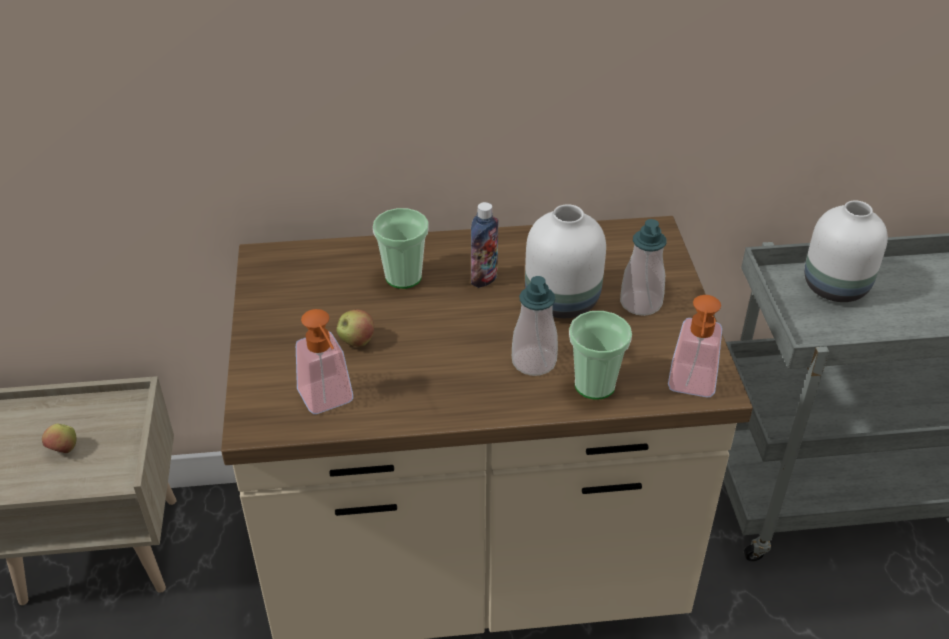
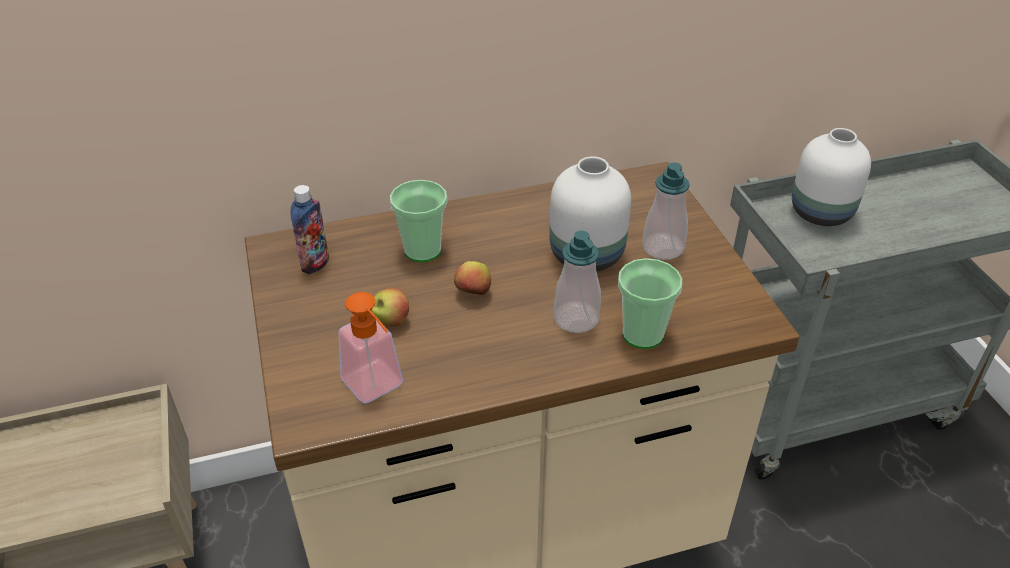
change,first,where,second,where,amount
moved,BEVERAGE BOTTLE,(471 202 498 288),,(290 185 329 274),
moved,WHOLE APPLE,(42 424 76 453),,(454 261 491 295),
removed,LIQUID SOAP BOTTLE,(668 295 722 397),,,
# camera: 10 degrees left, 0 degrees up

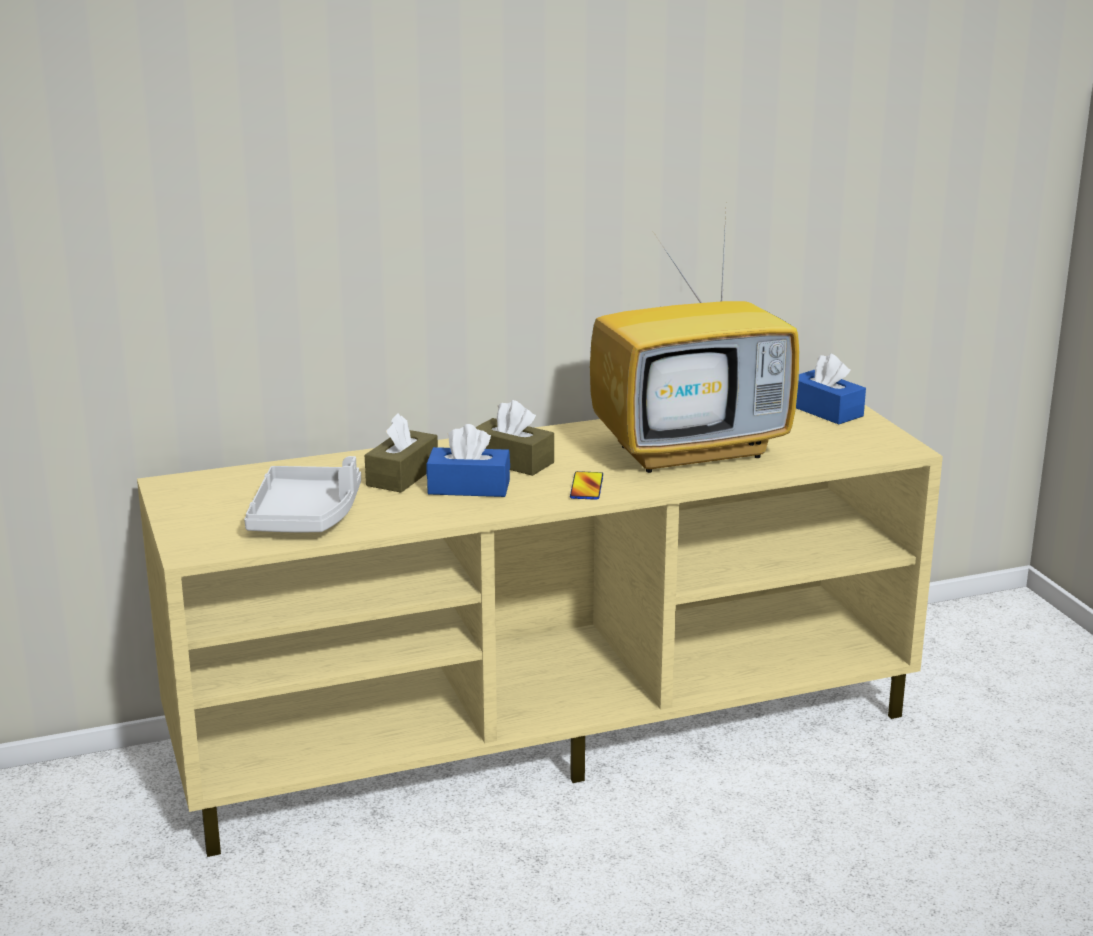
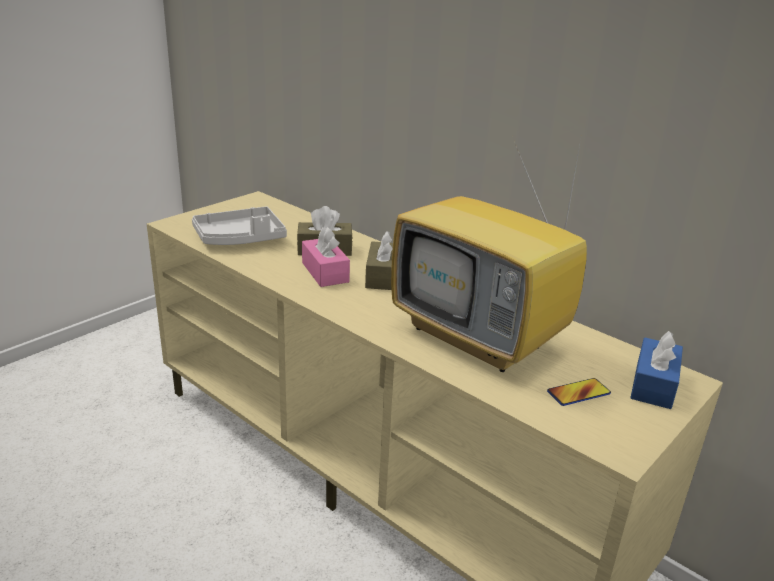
change,first,where,second,where,amount
recoloured,BLUE BOX OF TISSUES,(427 424 510 497),PINKISH BOX OF TISSUES,(302 227 350 287),
moved,HANDSET,(570 471 603 500),,(547 378 611 406),
# camera: 60 degrees right, 5 degrees up

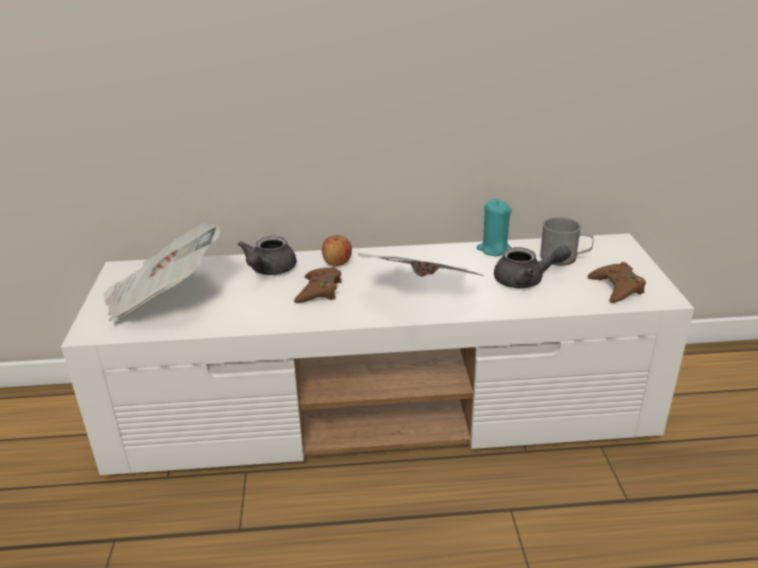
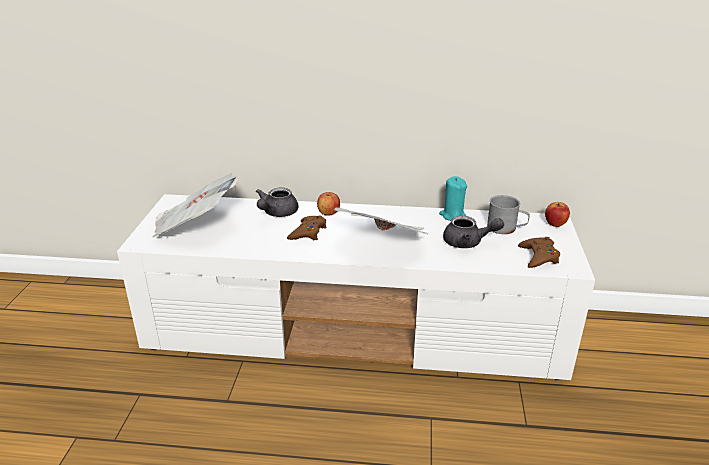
change,first,where,second,where,amount
added,,,WHOLE APPLE,(545 202 570 227),
# camera: 10 degrees right, 0 degrees up

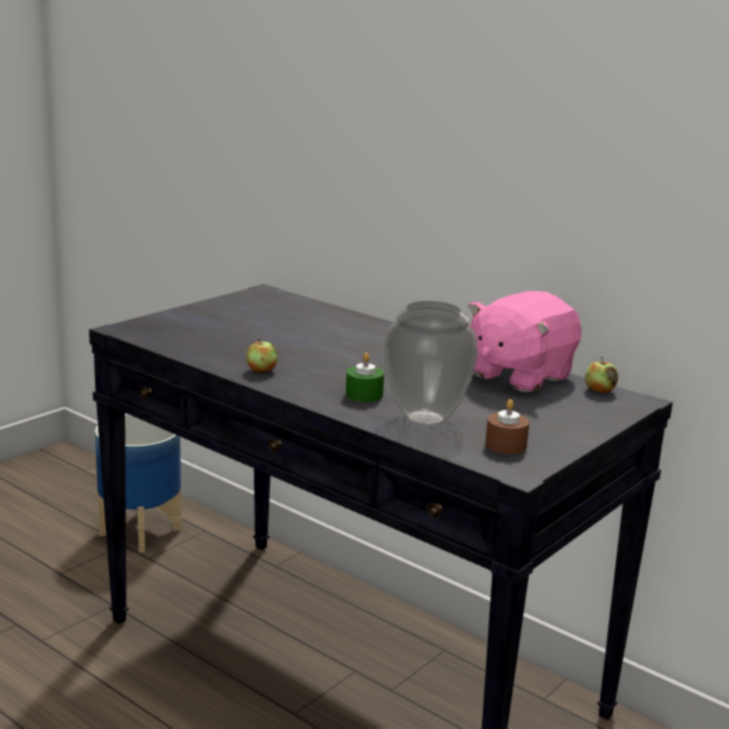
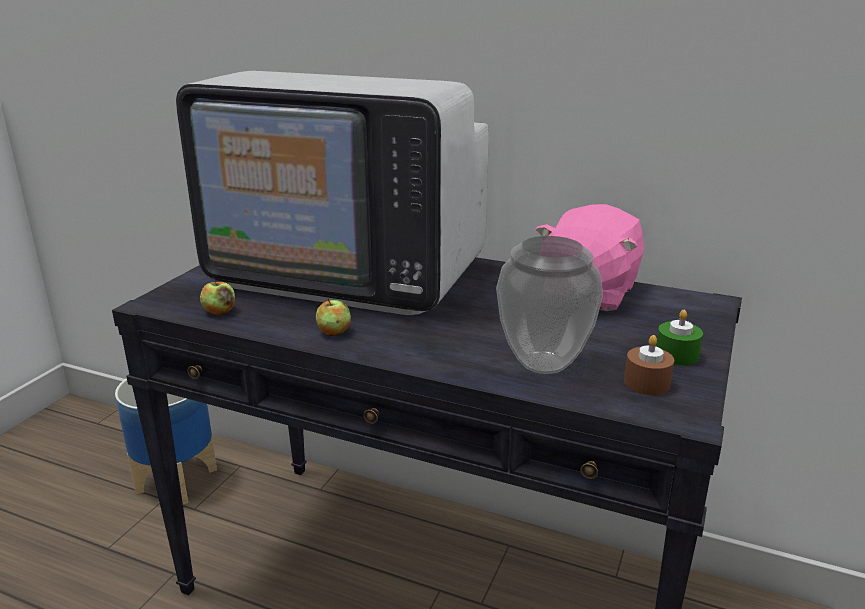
change,first,where,second,where,amount
added,,,TV,(176 71 489 315),
moved,WHOLE APPLE,(585 357 618 393),,(200 278 235 315),
moved,GREEN WAX LIGHT,(346 353 384 402),,(656 310 703 366),
# camera: 15 degrees left, 5 degrees up

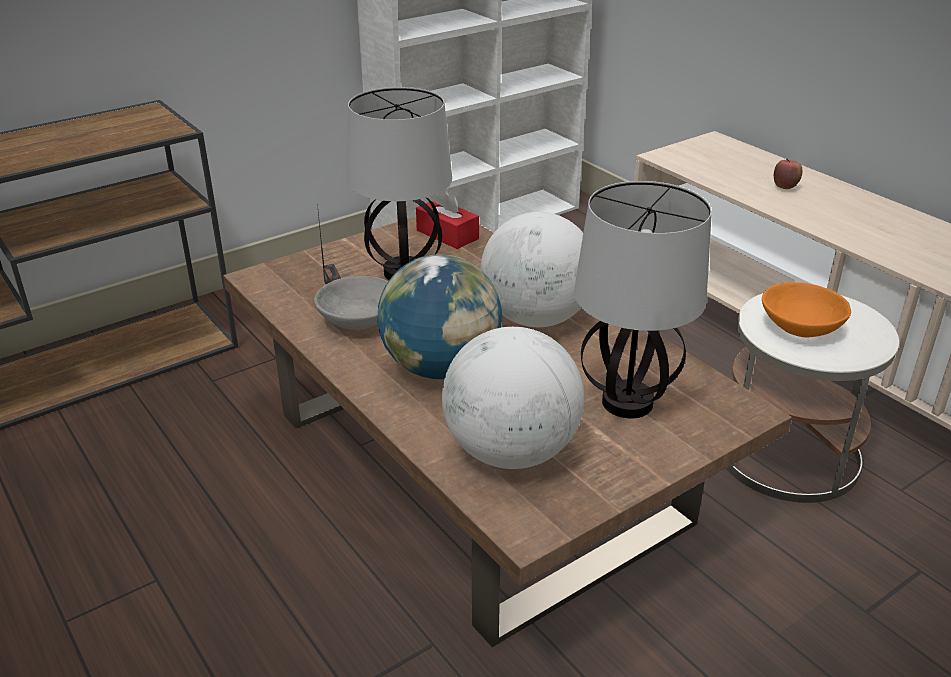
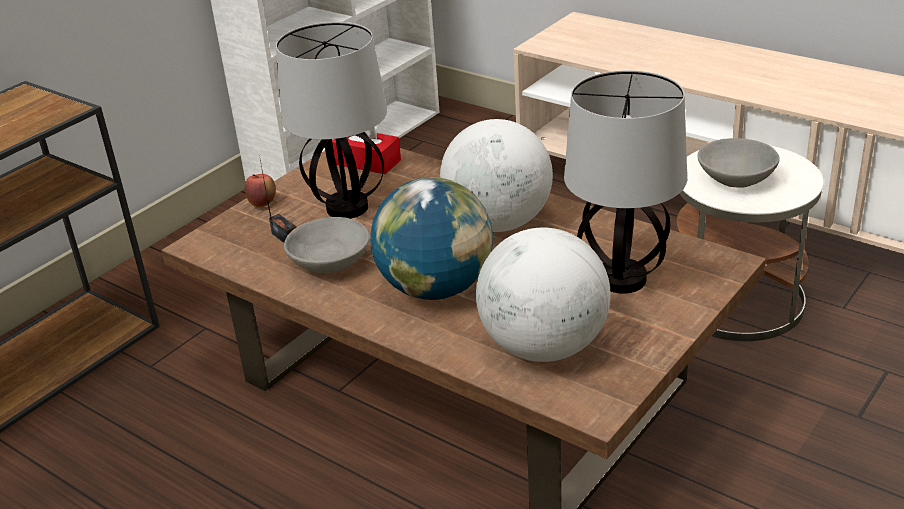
change,first,where,second,where,amount
moved,WHOLE APPLE,(774 159 802 189),,(245 174 276 207),
recoloured,ORANGEY BOWL,(762 282 851 338),GREYISH BOWL,(697 138 780 188),
# camera: 15 degrees left, 0 degrees up

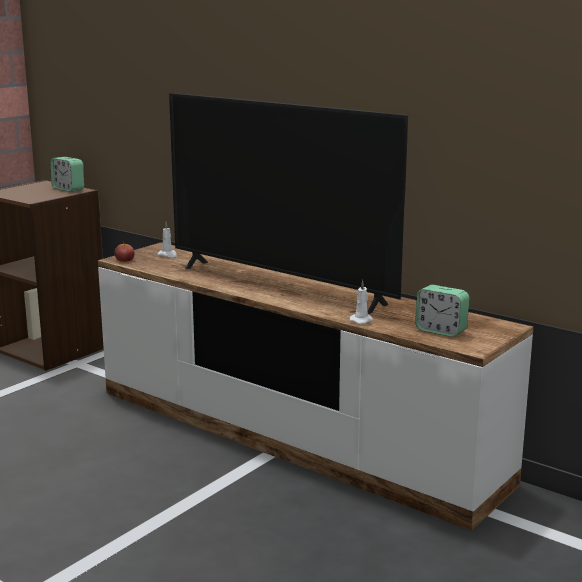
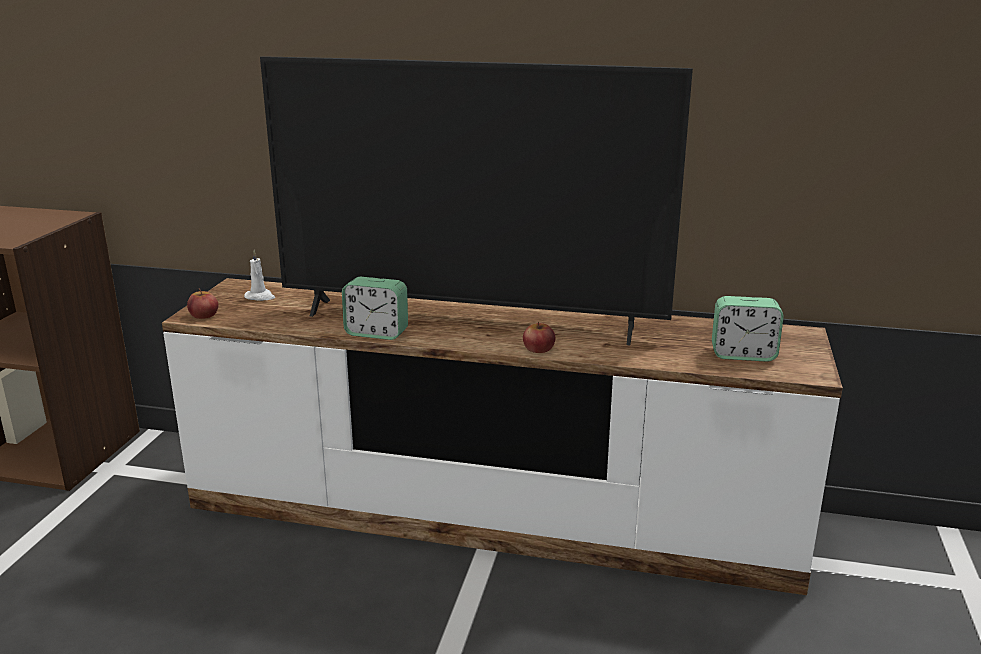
change,first,where,second,where,amount
moved,BEDSIDE CLOCK,(50 157 84 192),,(342 277 408 340),
added,,,WHOLE APPLE,(523 322 555 353),
removed,WHITE WAX LIGHT,(349 280 373 324),,,
# camera: 25 degrees left, 5 degrees up

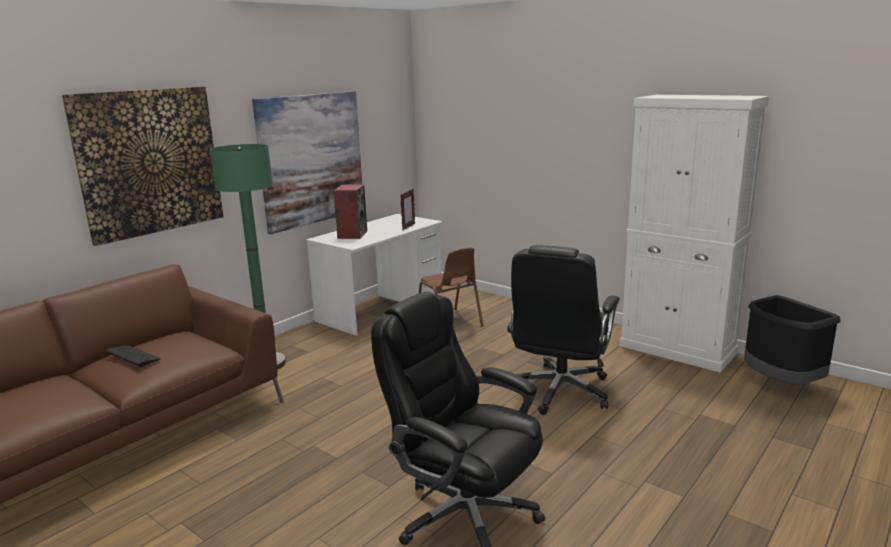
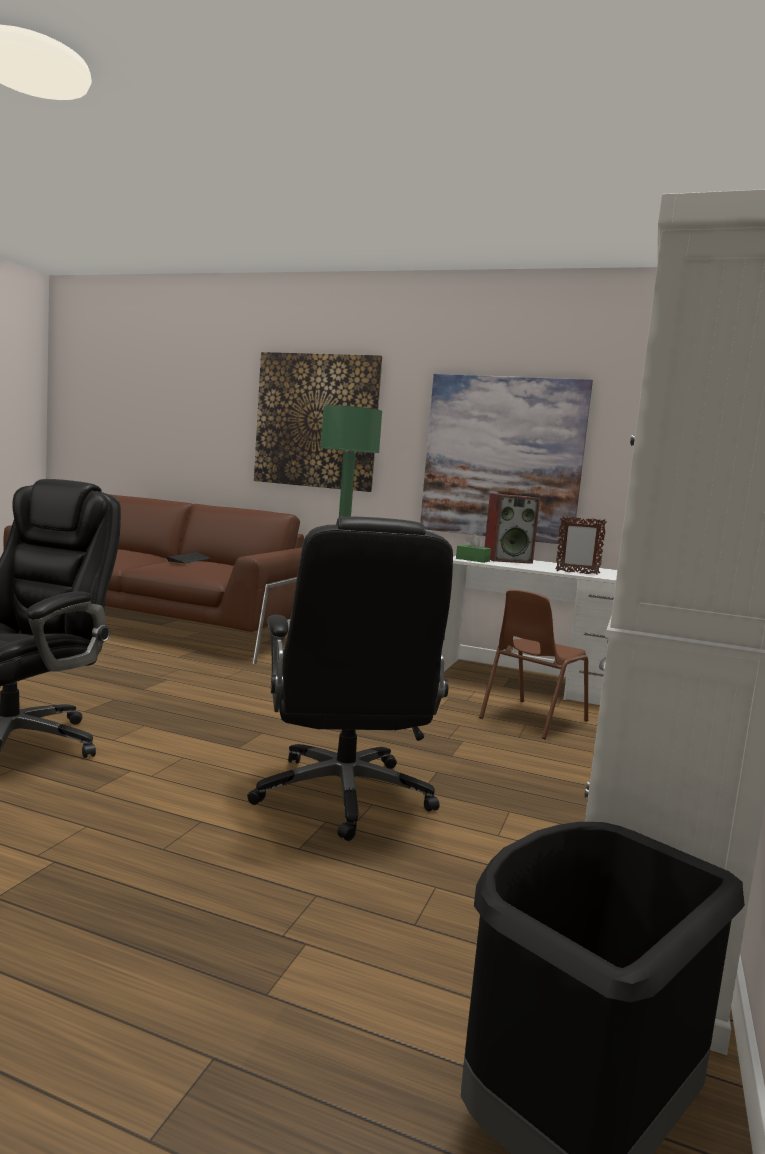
change,first,where,second,where,amount
turned,BLACK OFFICE CHAIR,(508 245 620 415),,(247 517 453 841),105 degrees counterclockwise
added,,,GREEN BOX OF TISSUES,(456 534 491 563),
# camera: 70 degrees right, 10 degrees down

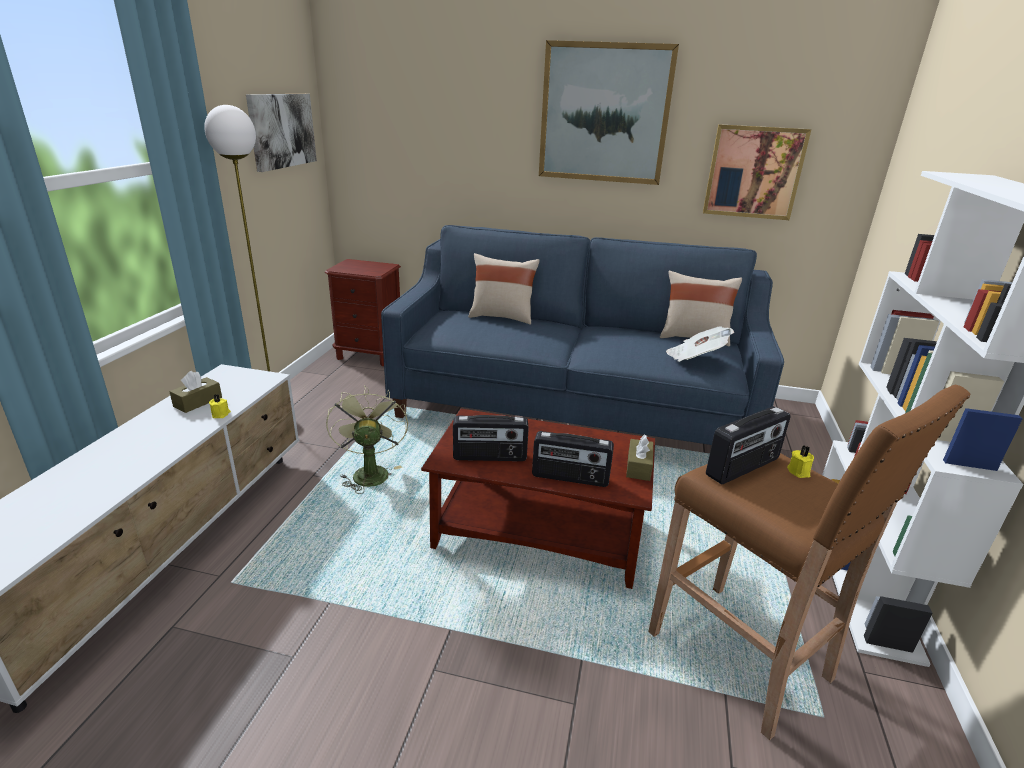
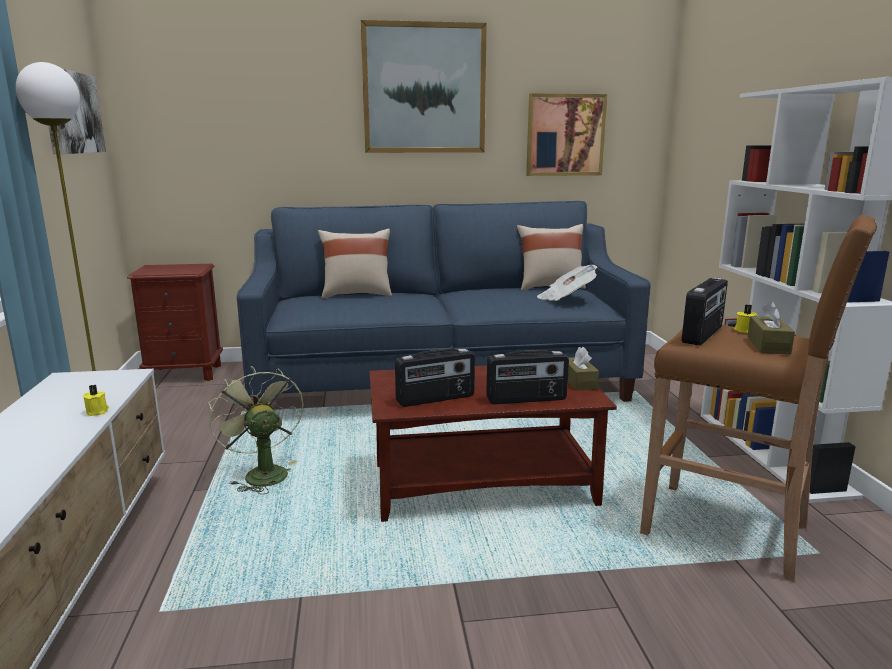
change,first,where,second,where,amount
moved,BROWN BOX OF TISSUES,(170 371 222 413),,(747 301 795 355),
# camera: 20 degrees left, 10 degrees down

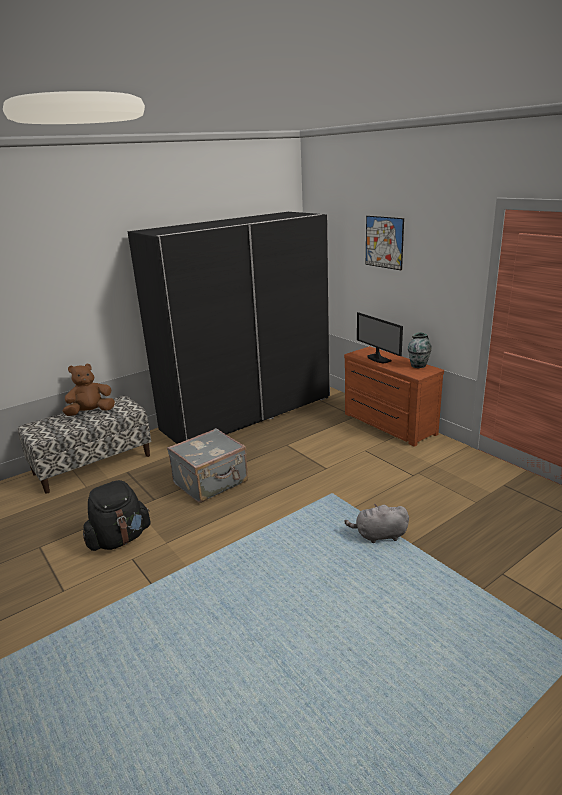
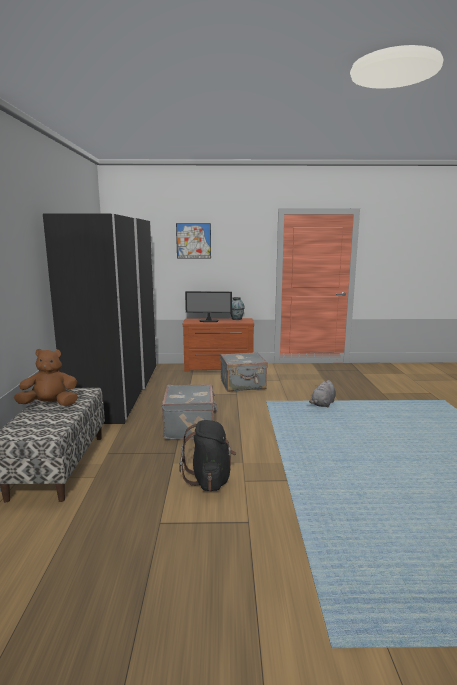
change,first,where,second,where,amount
turned,BROWN CUDDLY TOY,(63 363 115 416),,(14 349 78 406),75 degrees clockwise
added,,,GREYISH TRAVEL CASE,(220 352 268 392),
# camera: 55 degrees left, 10 degrees down

